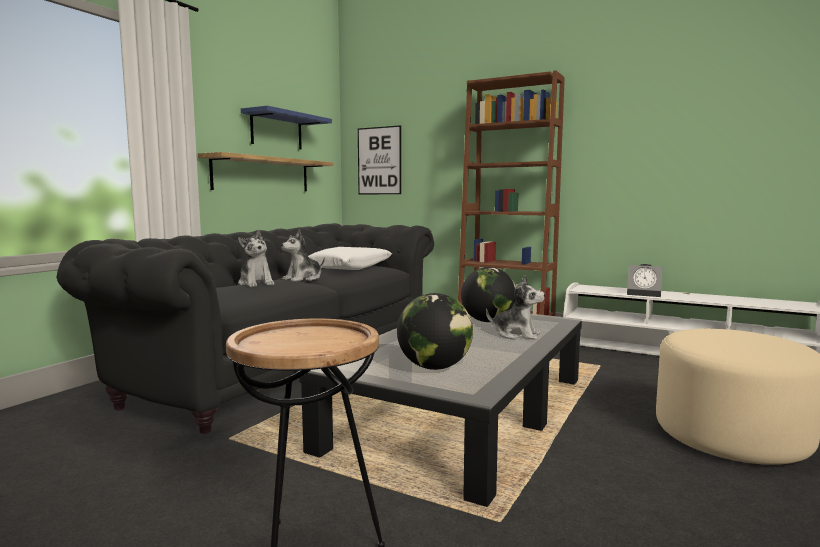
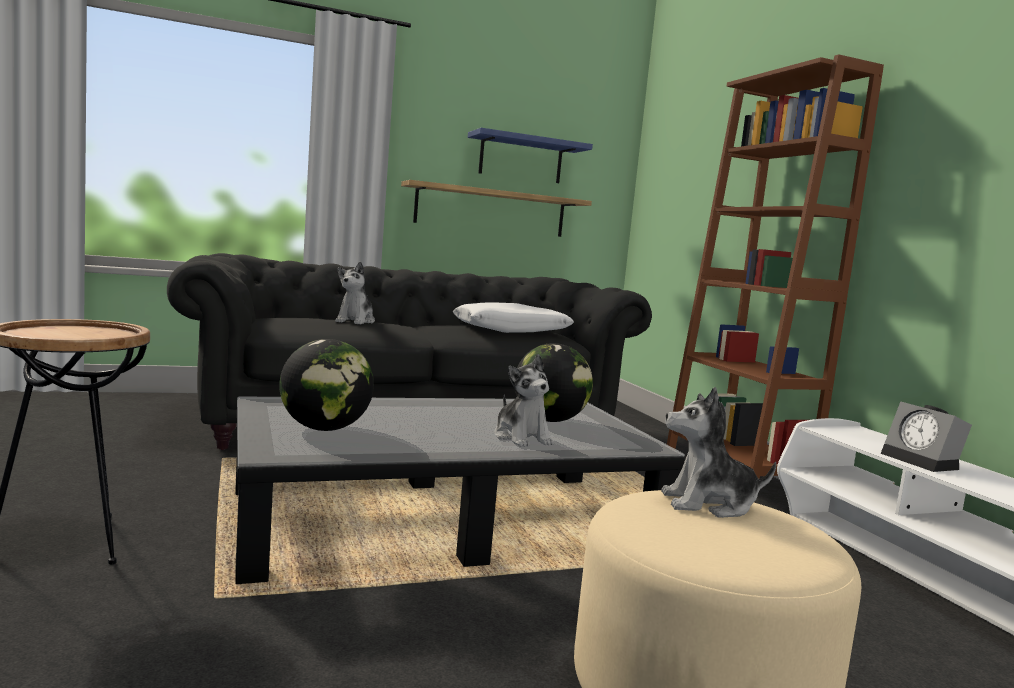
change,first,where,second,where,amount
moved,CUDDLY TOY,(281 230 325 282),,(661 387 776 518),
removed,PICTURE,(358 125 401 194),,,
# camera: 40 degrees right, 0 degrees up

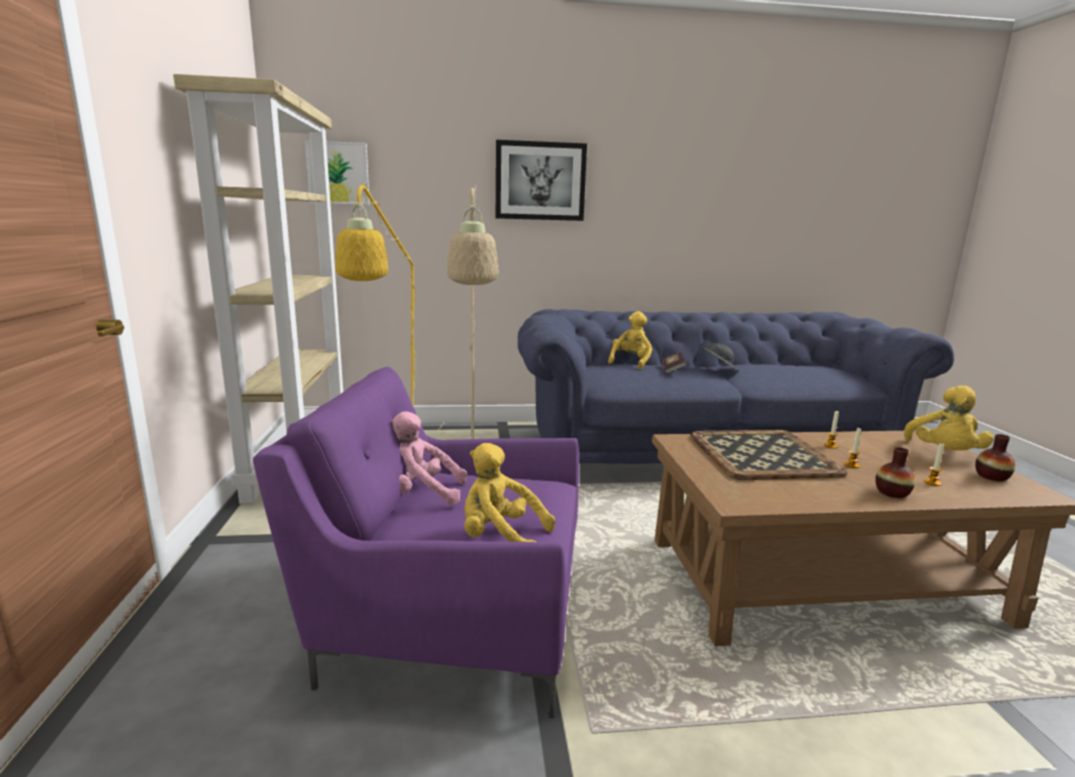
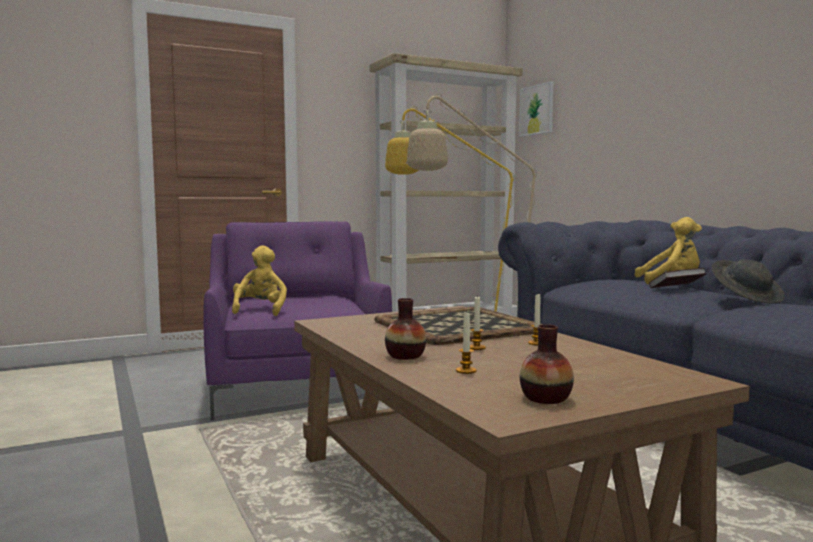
change,first,where,second,where,amount
removed,PINKISH CUDDLY TOY,(391 411 467 505),,,
removed,PICTURE,(496 140 587 221),,,
removed,YELLOW CUDDLY TOY,(904 386 994 451),,,
# camera: 70 degrees right, 10 degrees down

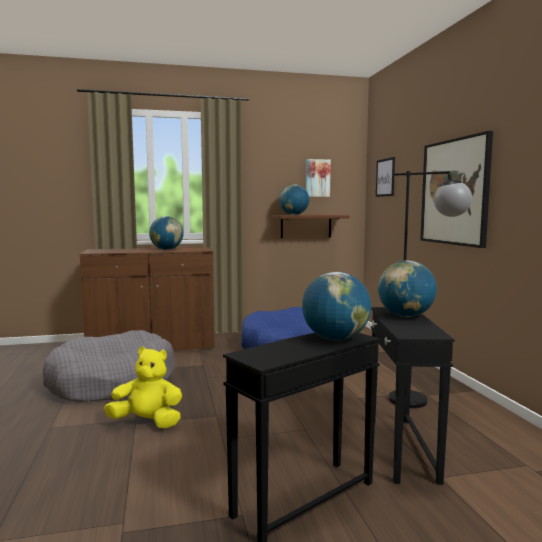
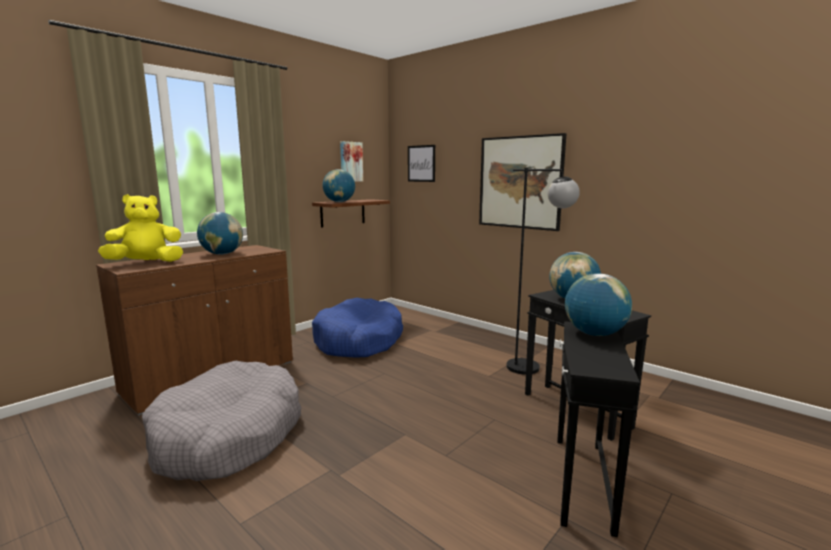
change,first,where,second,where,amount
moved,YELLOW CUDDLY TOY,(104 347 182 428),,(98 194 183 262),
# camera: 35 degrees left, 5 degrees up

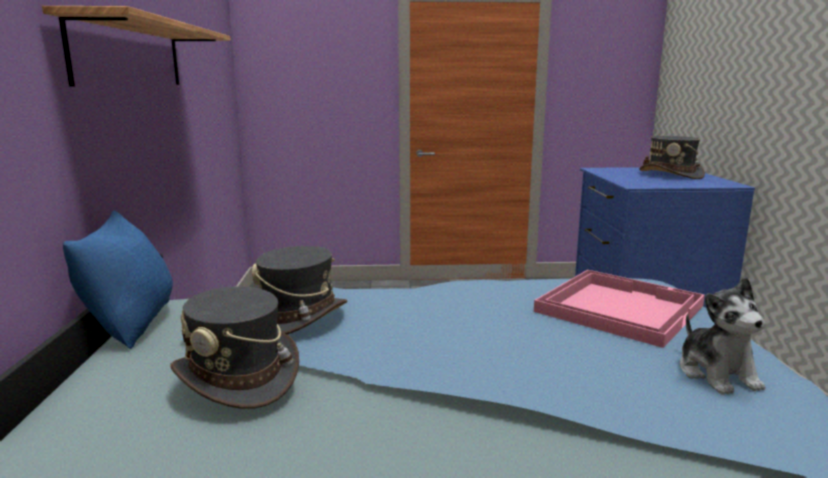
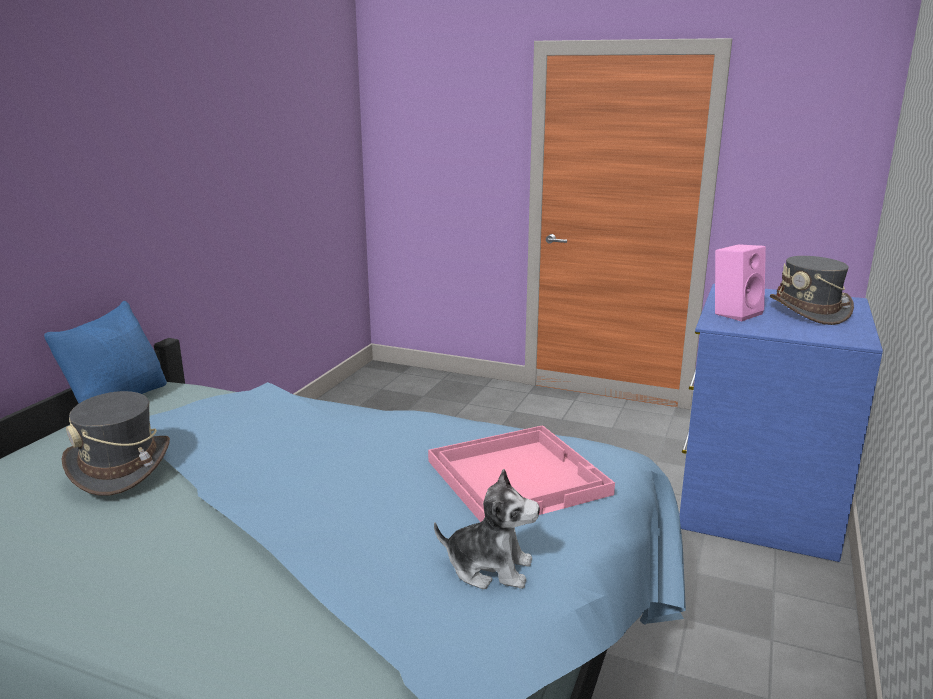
change,first,where,second,where,amount
turned,CUDDLY TOY,(680 277 765 395),,(434 469 540 589),90 degrees counterclockwise
added,,,PINKISH AUDIO SPEAKER,(715 244 766 321),
removed,WALL SHELF,(42 6 231 86),,,
removed,GREYISH HAT,(252 246 347 335),,,
# camera: 25 degrees right, 5 degrees up

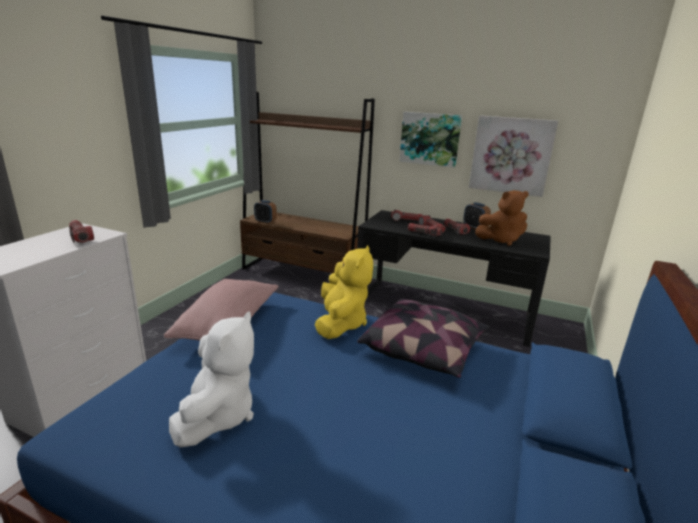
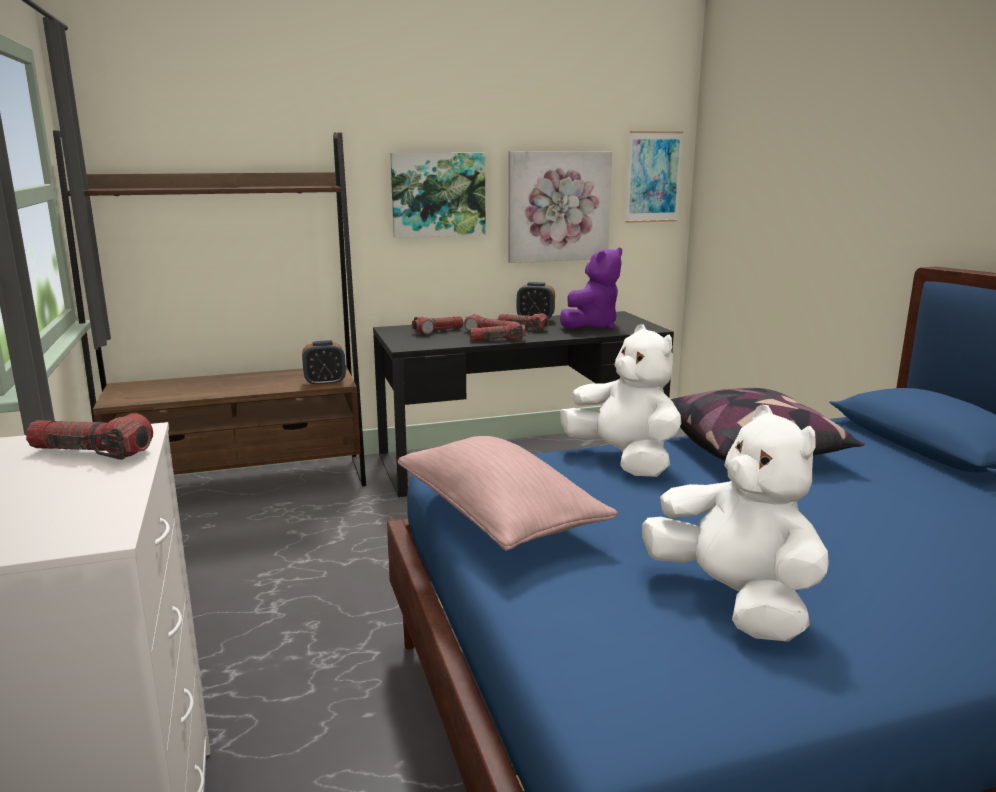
change,first,where,second,where,amount
moved,BEDSIDE CLOCK,(254 200 277 224),,(302 341 346 387),
recoloured,BROWN CUDDLY TOY,(475 190 529 246),PURPLE CUDDLY TOY,(560 248 622 330),
recoloured,YELLOW CUDDLY TOY,(315 245 373 339),WHITE CUDDLY TOY,(560 324 681 477),
added,,,PICTURE,(626 131 683 223),
# camera: 40 degrees left, 5 degrees down

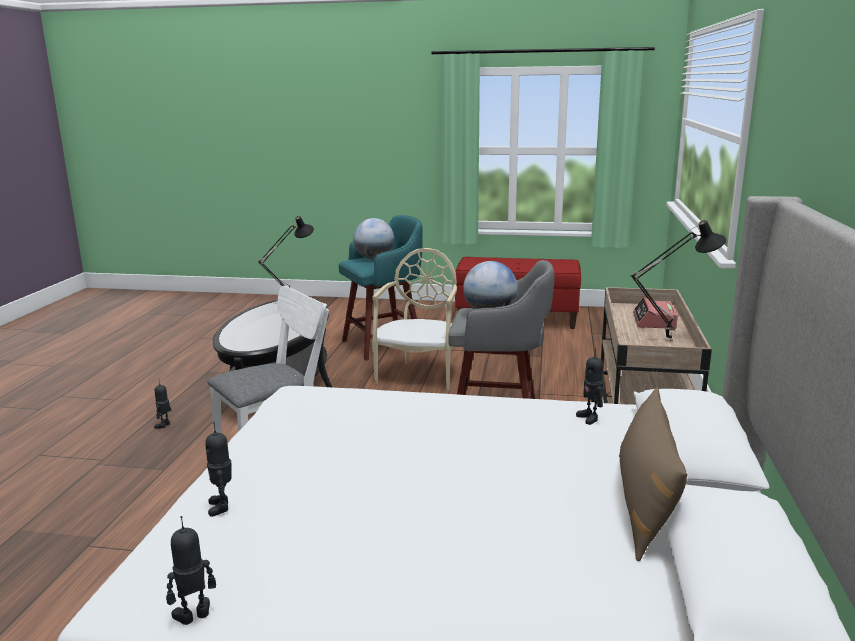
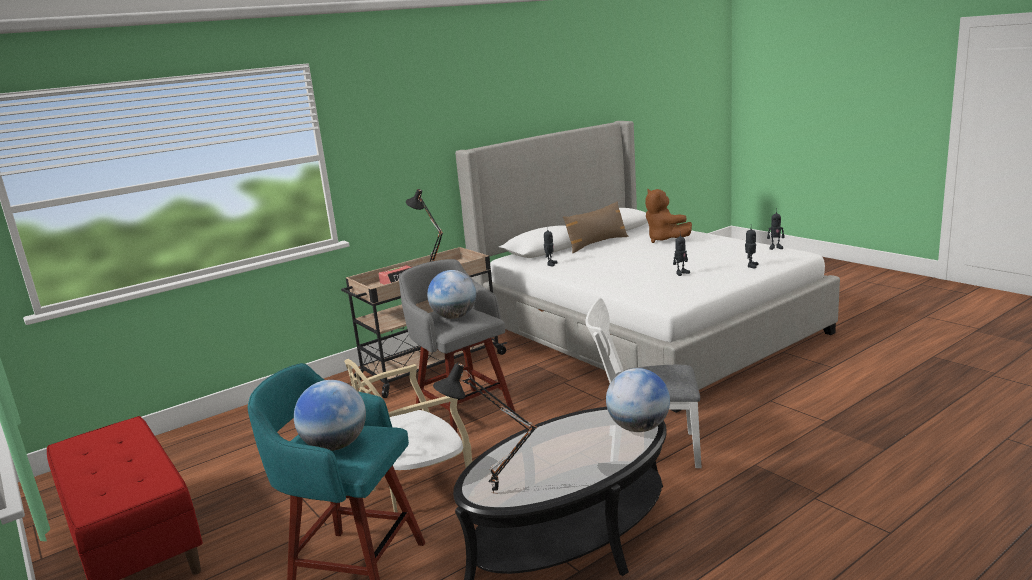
change,first,where,second,where,amount
added,,,WORLD GLOBE,(606 368 670 432),
added,,,BROWN CUDDLY TOY,(645 189 692 243),
moved,MODEL ROBOT,(154 379 172 429),,(673 231 690 276),
# camera: 135 degrees left, 0 degrees up

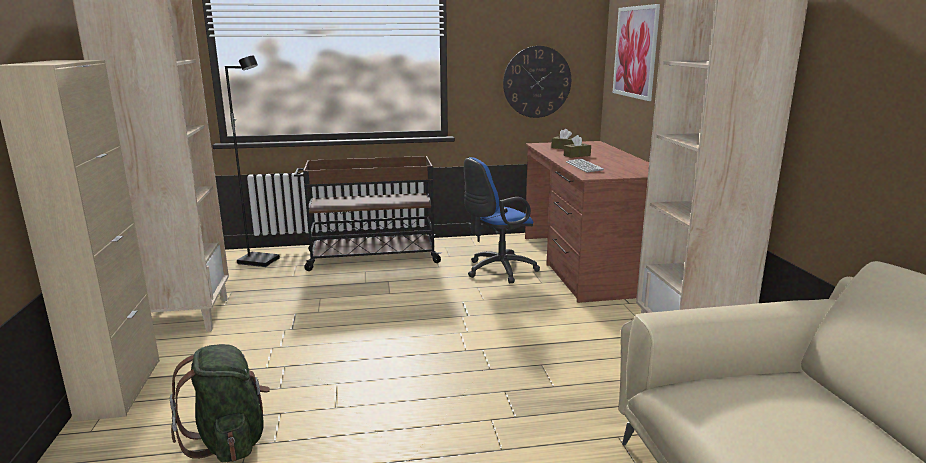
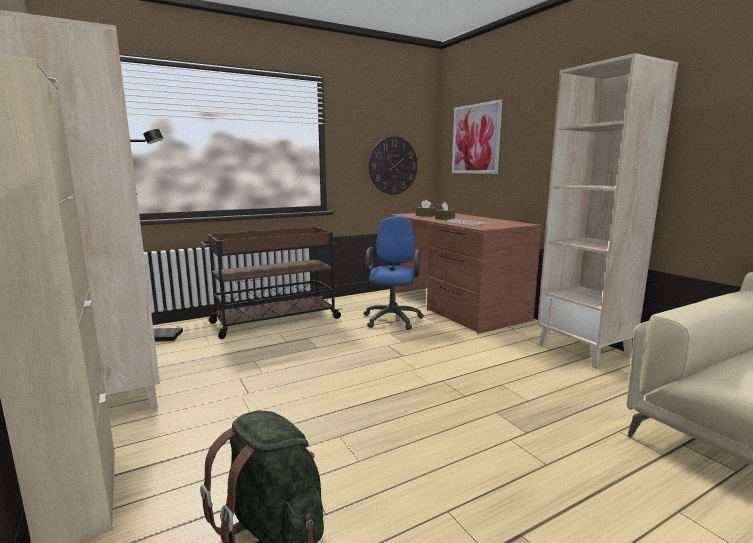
change,first,where,second,where,amount
turned,BLUE OFFICE CHAIR,(464 157 540 283),,(364 216 424 330),150 degrees clockwise
# camera: 20 degrees left, 5 degrees down

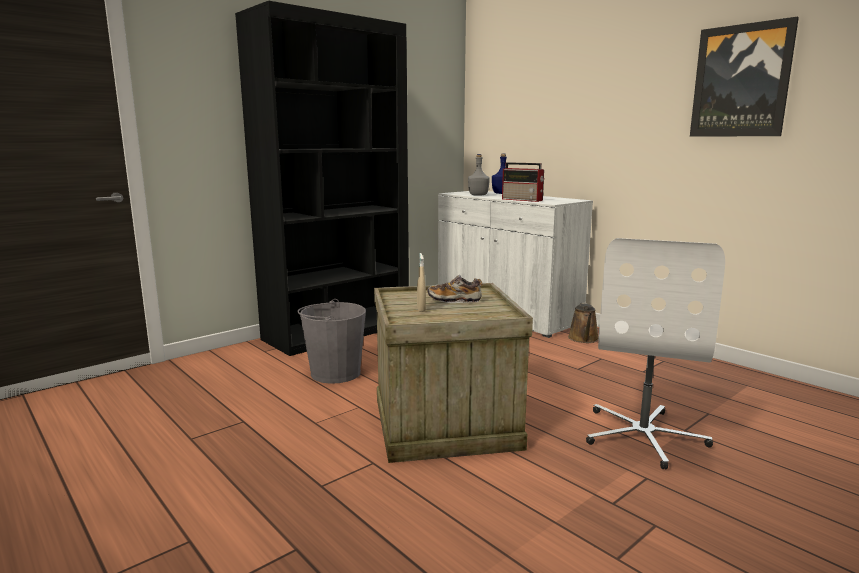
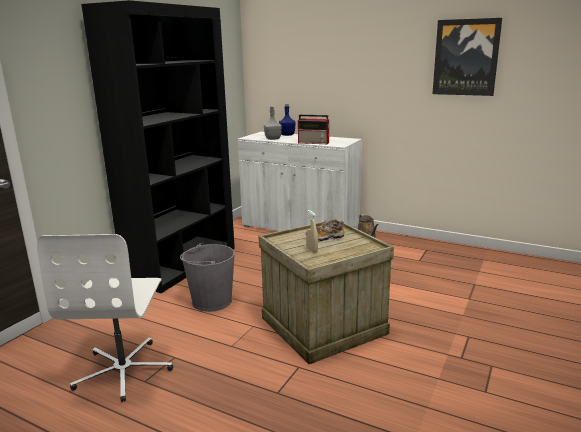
change,first,where,second,where,amount
moved,WHITE OFFICE CHAIR,(586 238 725 469),,(37 234 173 402),
# camera: 20 degrees left, 5 degrees up

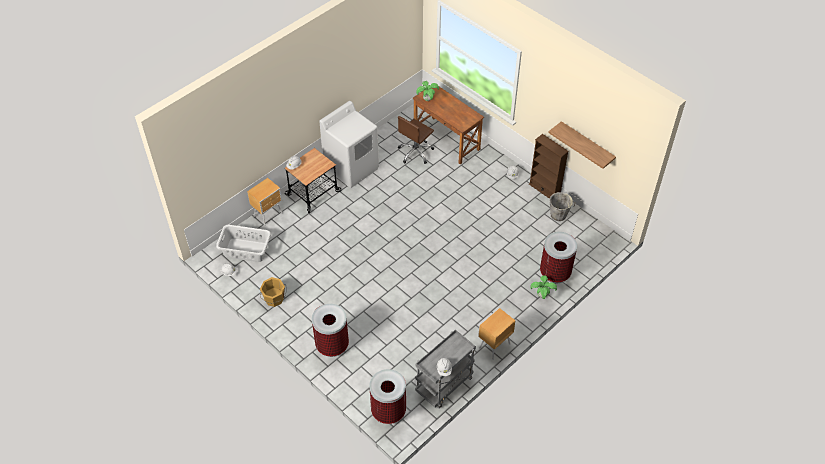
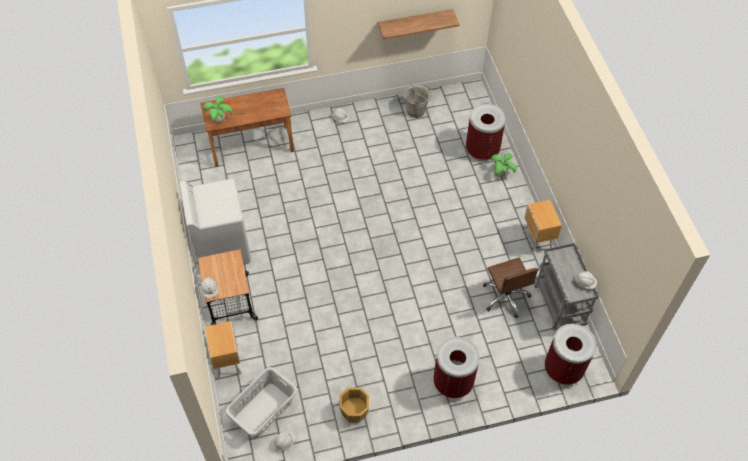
change,first,where,second,where,amount
moved,BROWN OFFICE CHAIR,(398 116 434 164),,(483 258 539 318),
removed,BROWN BOOKSHELF,(529 134 569 199),,,
# camera: 60 degrees left, 5 degrees up

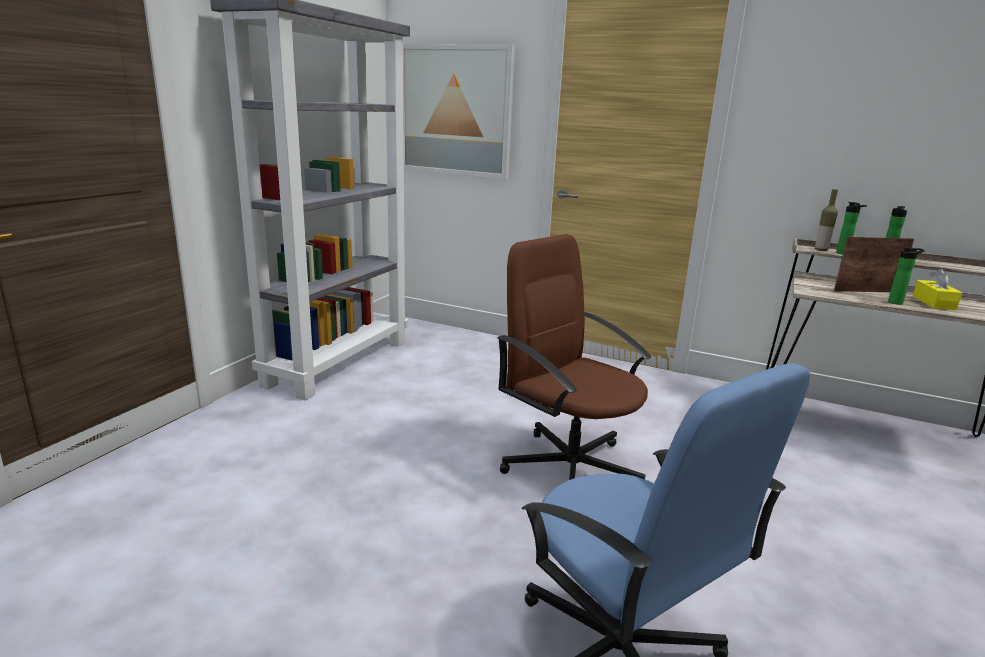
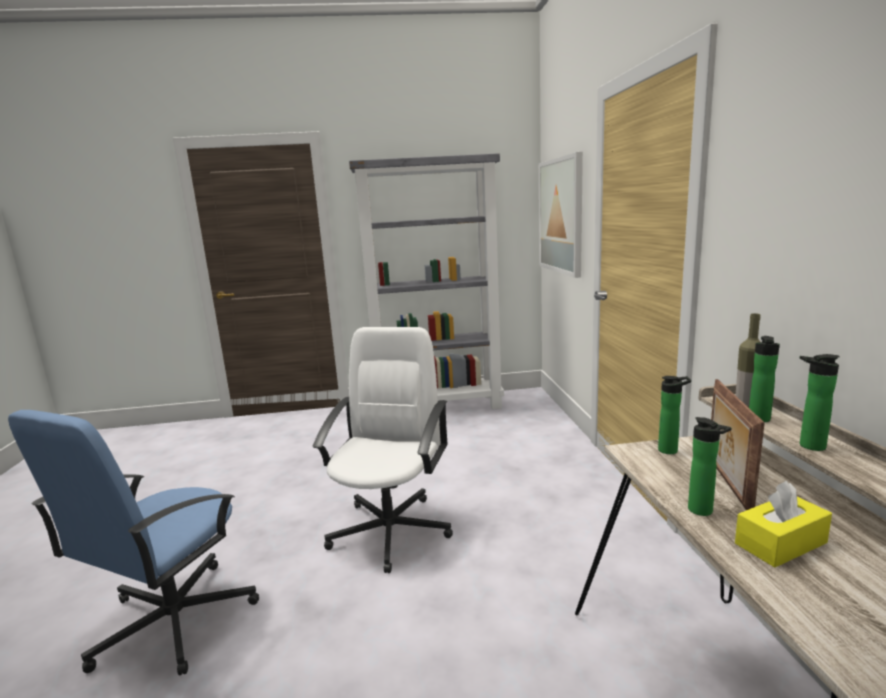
change,first,where,second,where,amount
recoloured,BROWN OFFICE CHAIR,(497 234 651 480),WHITE OFFICE CHAIR,(313 327 453 573),
added,,,BEVERAGE BOTTLE,(658 376 691 454),
turned,PICTURE FRAME,(834 237 914 292),,(711 379 765 510),135 degrees counterclockwise
# camera: 60 degrees right, 5 degrees down

